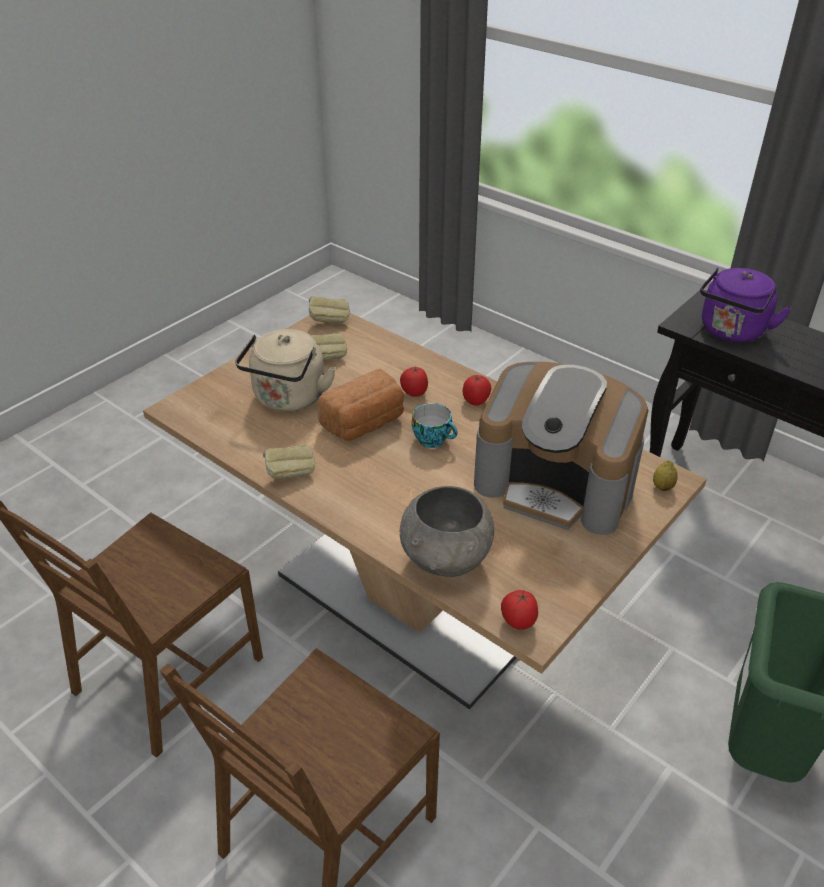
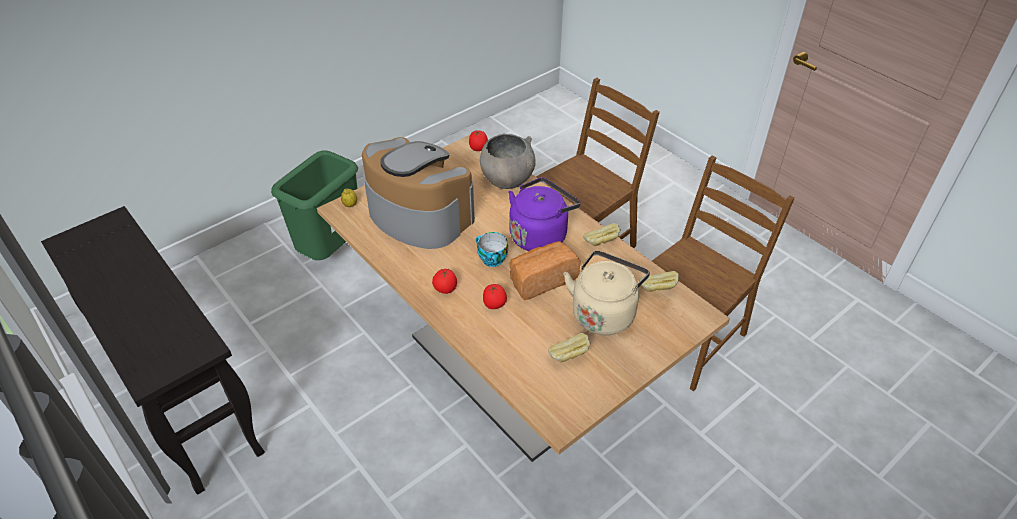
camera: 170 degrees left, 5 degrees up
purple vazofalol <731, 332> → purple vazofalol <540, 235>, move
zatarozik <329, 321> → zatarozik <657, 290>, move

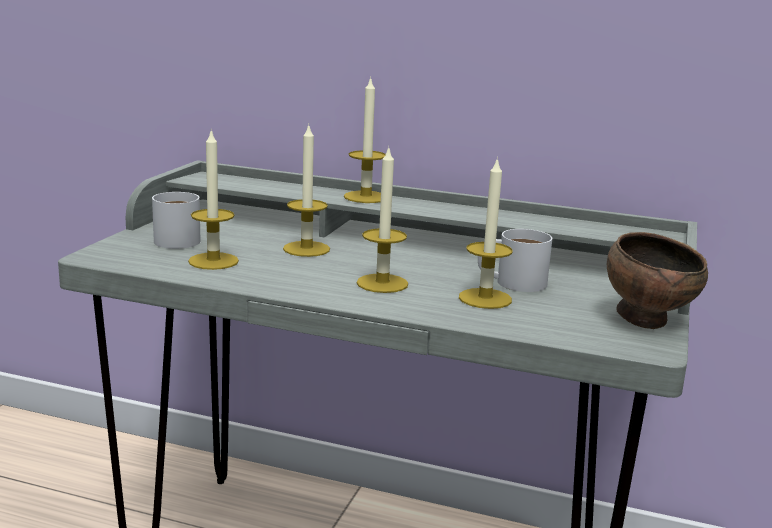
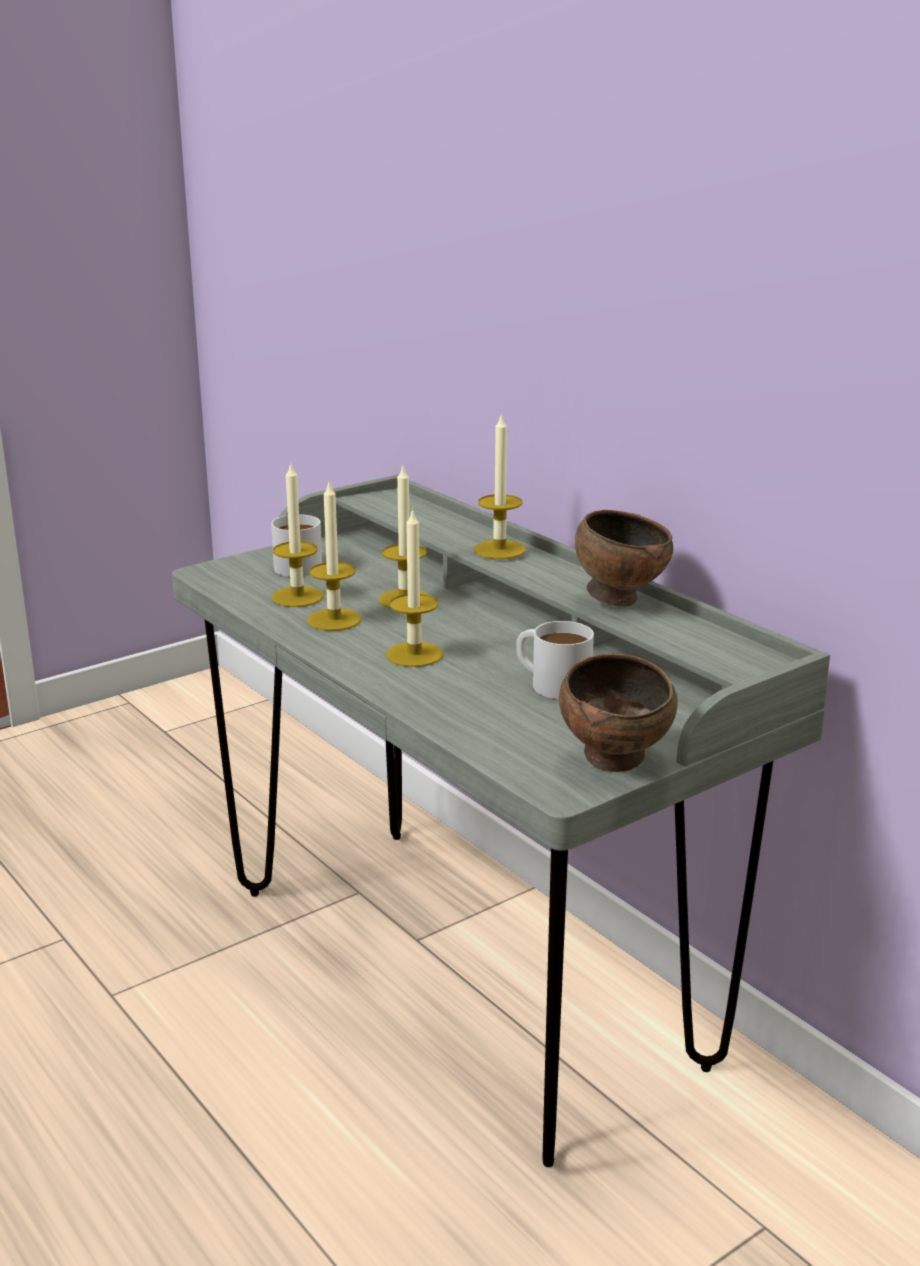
camera: 35 degrees right, 5 degrees up
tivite <485, 298> → tivite <334, 620>, move
- → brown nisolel <620, 599>

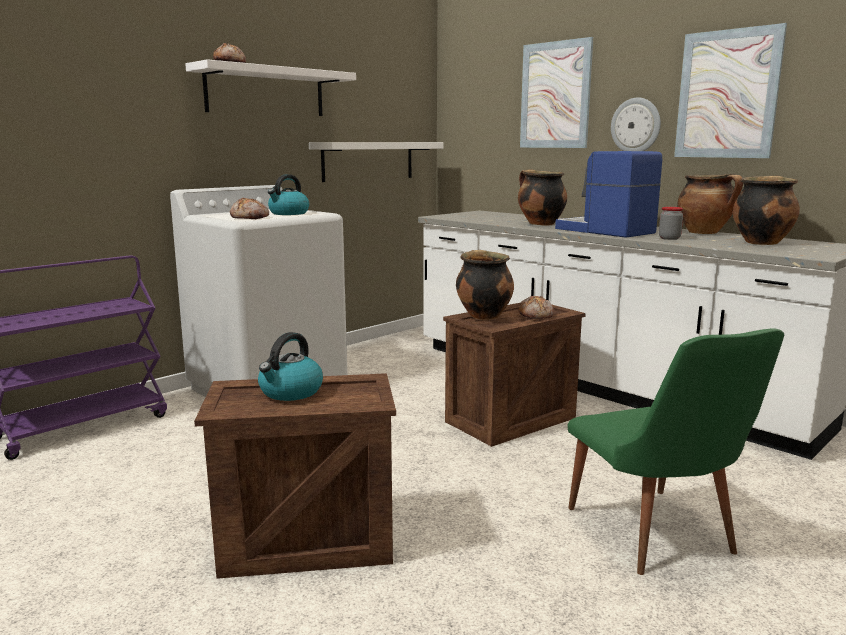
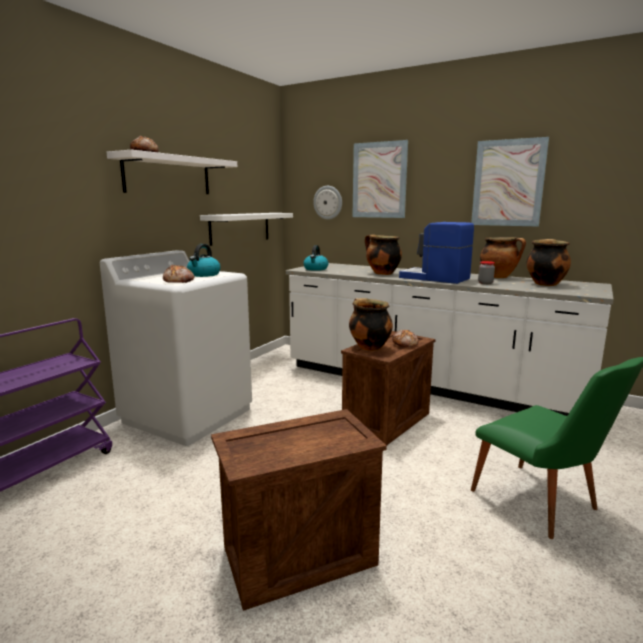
camera: 15 degrees left, 0 degrees up
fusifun <636, 125> → fusifun <328, 202>, move
vazofalol <290, 392> → vazofalol <315, 269>, move

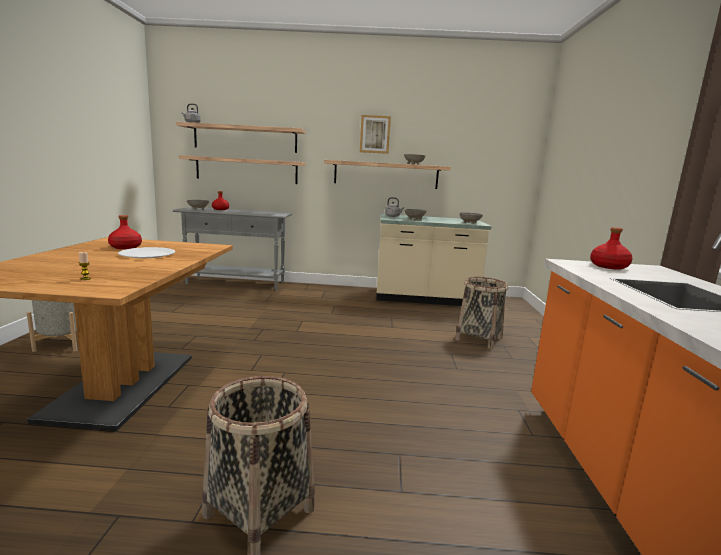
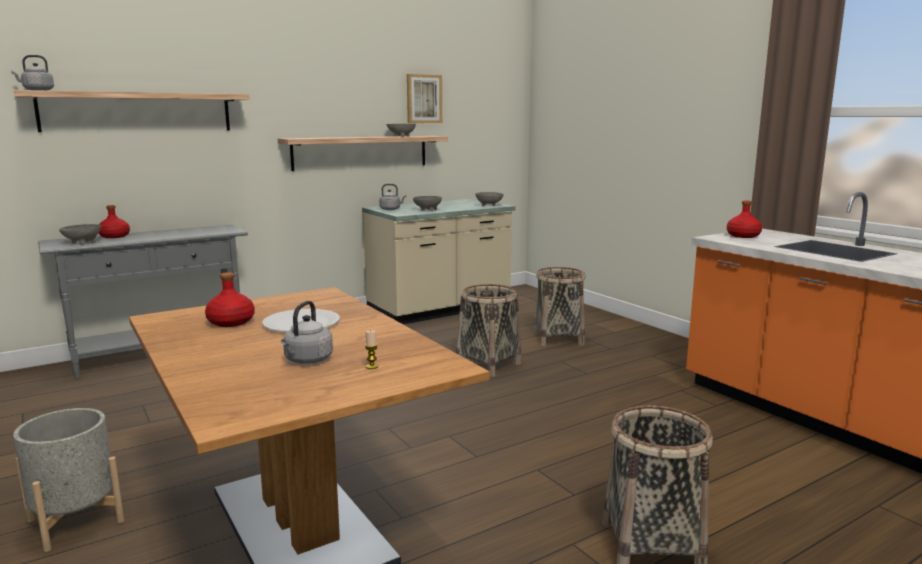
camera: 35 degrees left, 0 degrees up
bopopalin <375, 134> → bopopalin <424, 99>, move
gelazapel <246, 170> → -
- → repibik <488, 364>
- → grey vazofalol <307, 360>

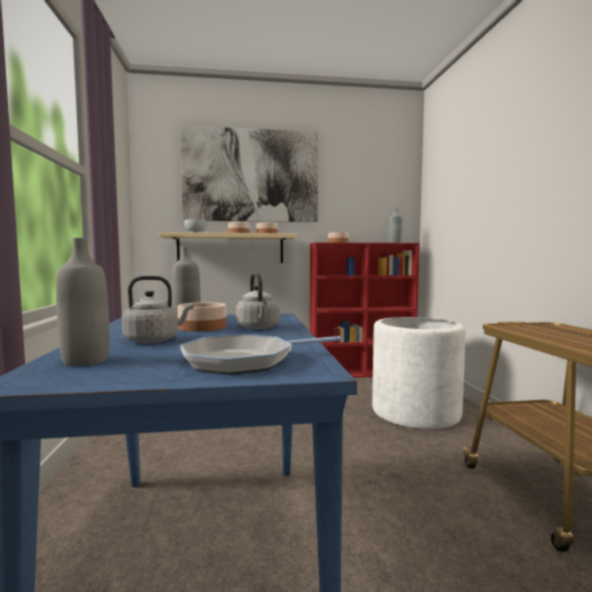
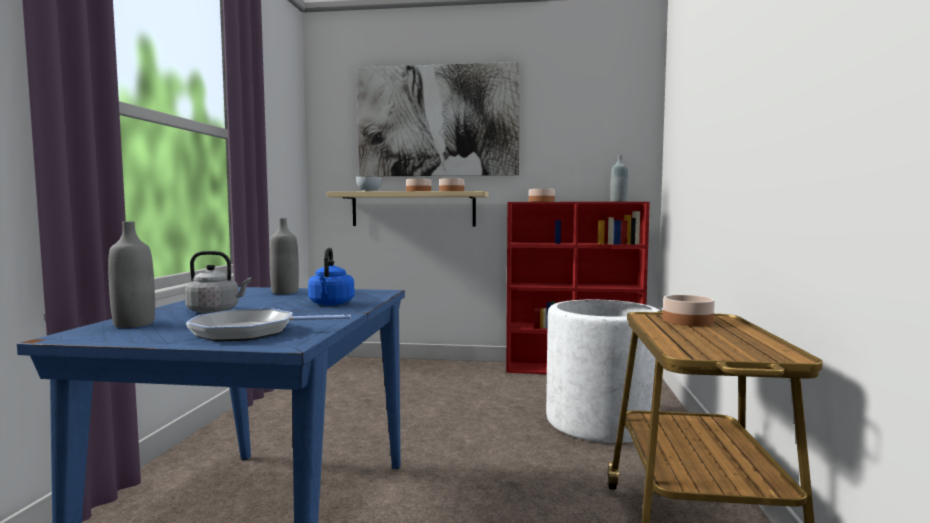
camera: 15 degrees right, 0 degrees up
grey vazofalol <258, 328> → blue vazofalol <331, 304>
nisolel <202, 327> → nisolel <687, 321>, move

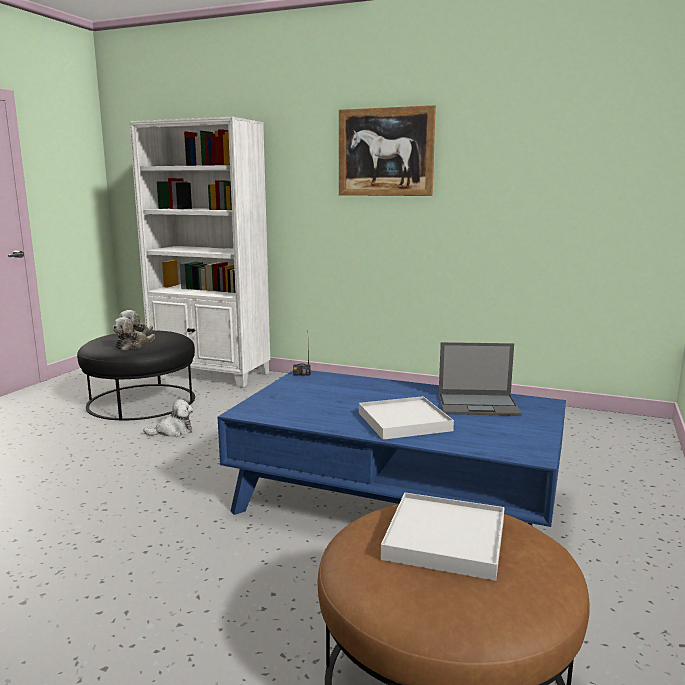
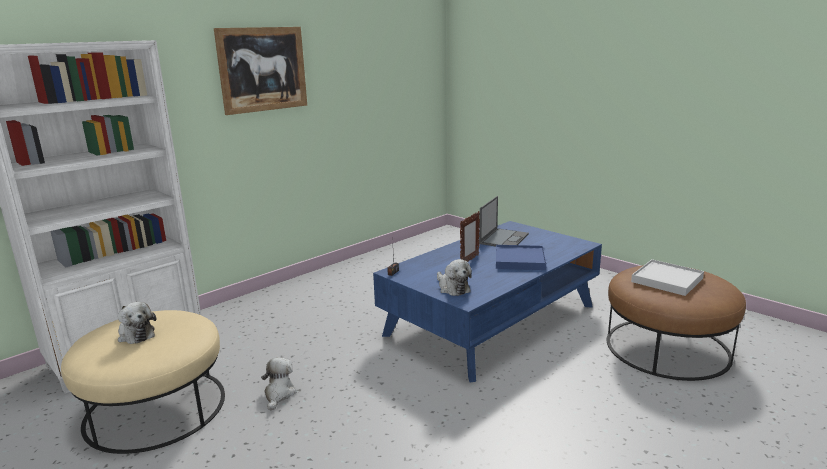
camera: 65 degrees left, 5 degrees up
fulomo <133, 345> → fulomo <452, 288>, move
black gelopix <142, 401> → beige gelopix <155, 408>
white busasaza <403, 421> → blue busasaza <519, 260>
- → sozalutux <469, 260>

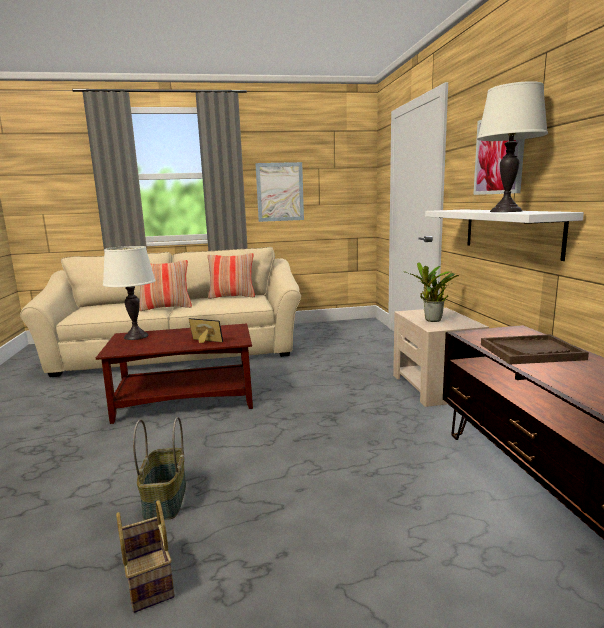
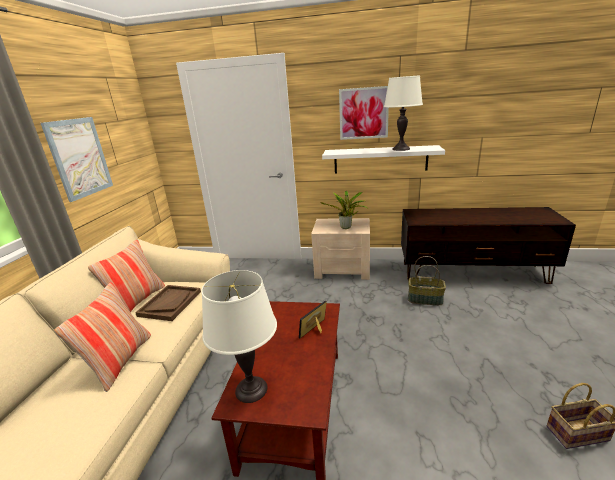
camera: 70 degrees left, 10 degrees up
brown busasaza <531, 352> → brown busasaza <170, 303>, move
repibik <166, 500> → repibik <425, 299>, move

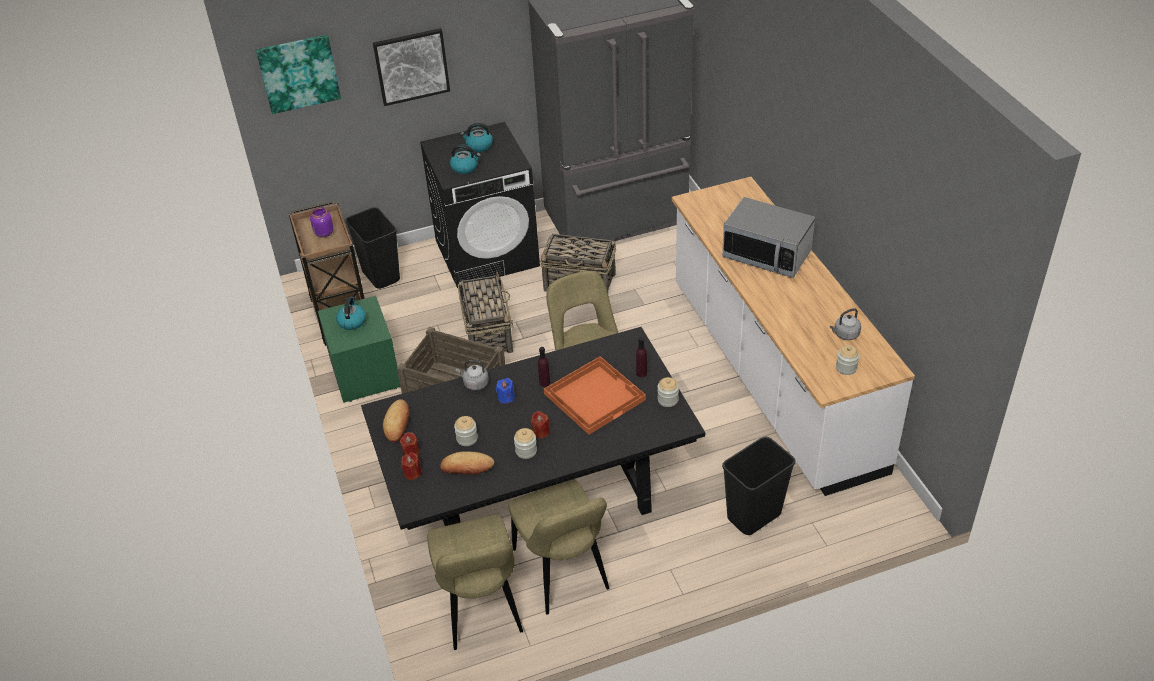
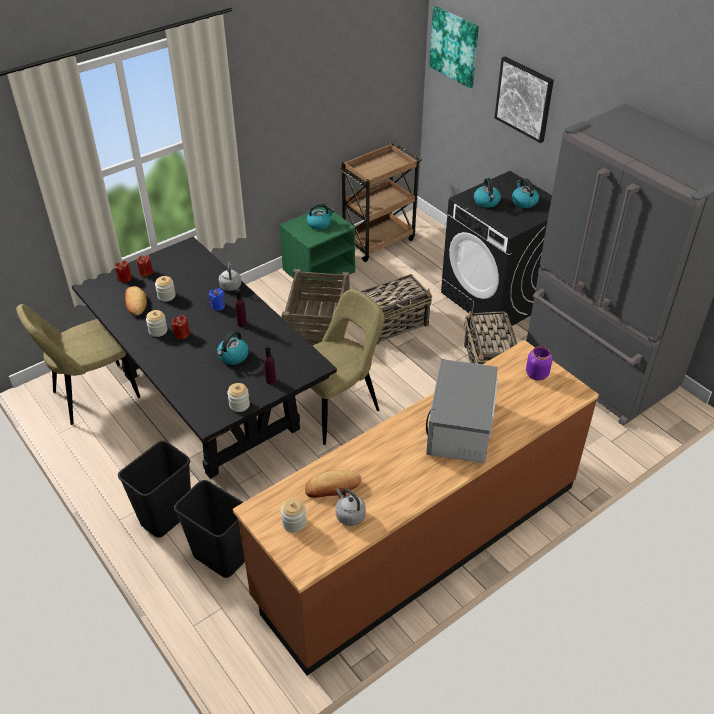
camera: 70 degrees right, 0 degrees up
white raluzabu <773, 376> → brown raluzabu <419, 541>
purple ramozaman <323, 233> → purple ramozaman <536, 374>, move
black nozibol <380, 276> → black nozibol <166, 516>, move
orange busasaza <594, 396> → vazofalol <233, 356>
zatarozik <397, 423> → zatarozik <332, 487>, move
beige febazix <563, 573> → -

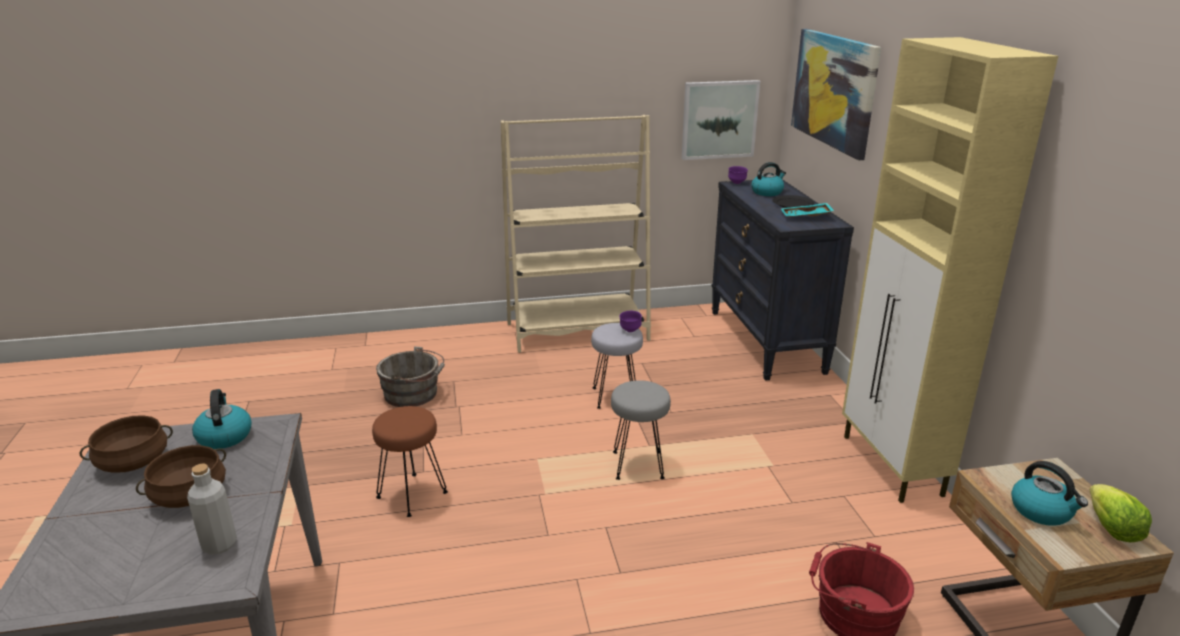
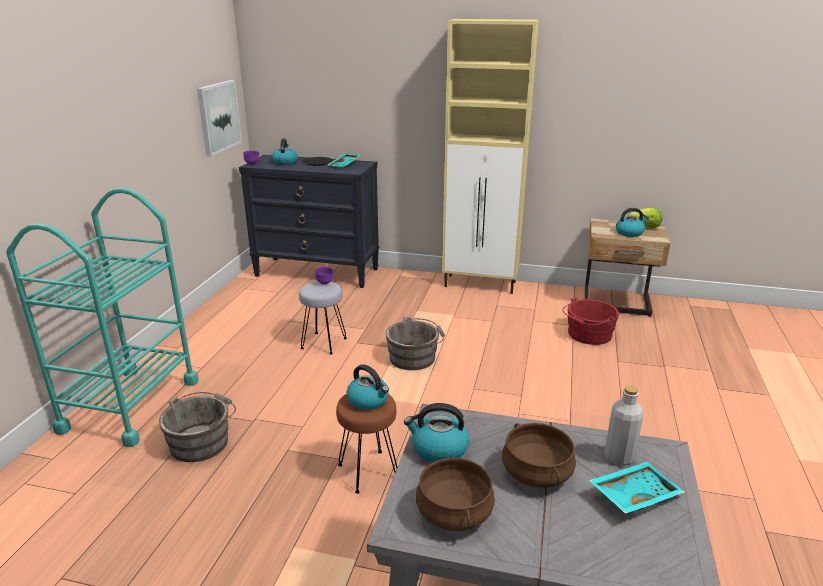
camera: 65 degrees left, 0 degrees up
bopopalin <834, 90> → -
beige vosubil <577, 332> → -
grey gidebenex <638, 464> → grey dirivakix <415, 357>
- → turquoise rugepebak <130, 405>
- → vazofalol <368, 400>
- → turquoise busasaza <633, 495>

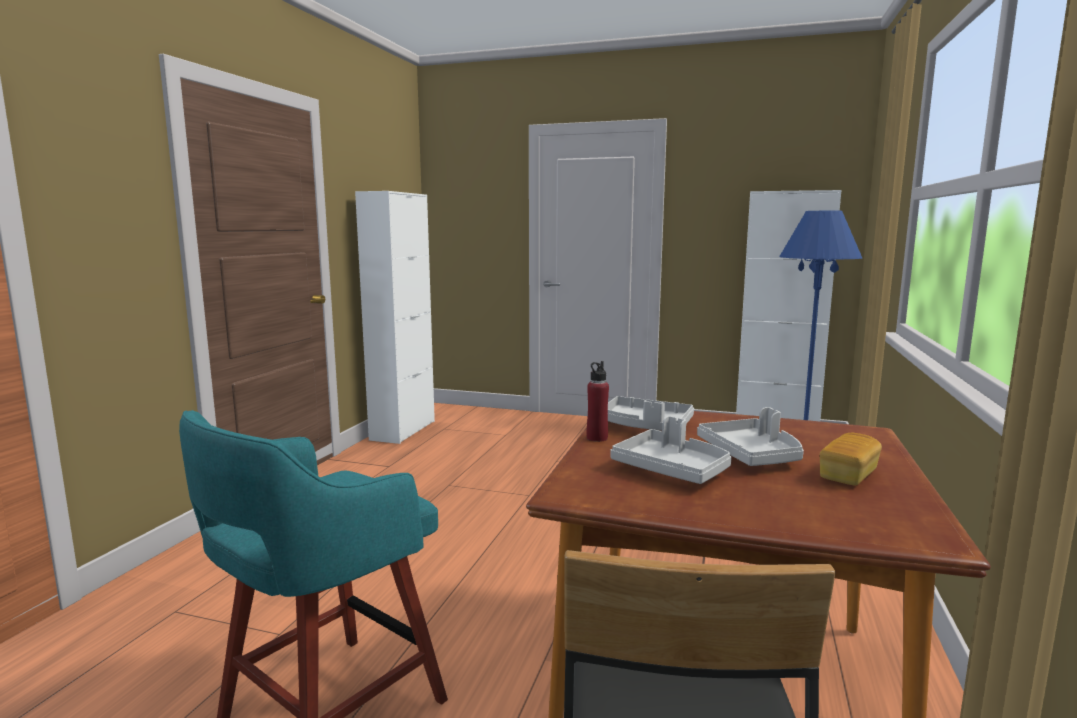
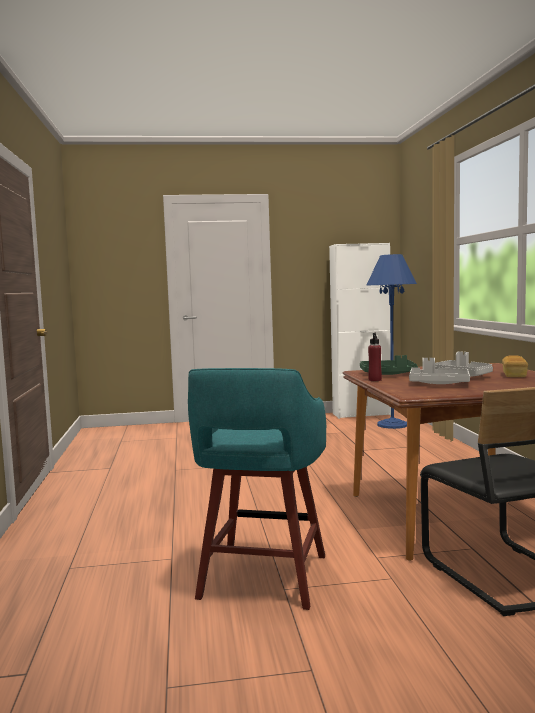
camera: 25 degrees left, 5 degrees down
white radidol <403, 430> → -
grey busasaza <646, 426> → green busasaza <388, 374>

